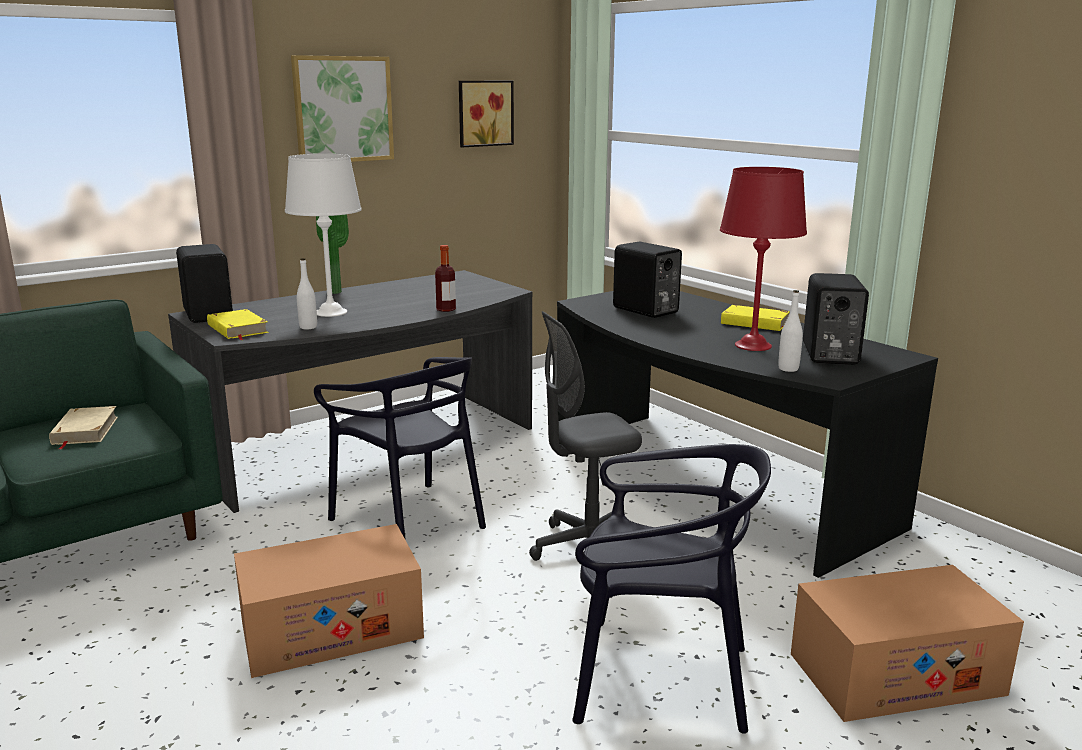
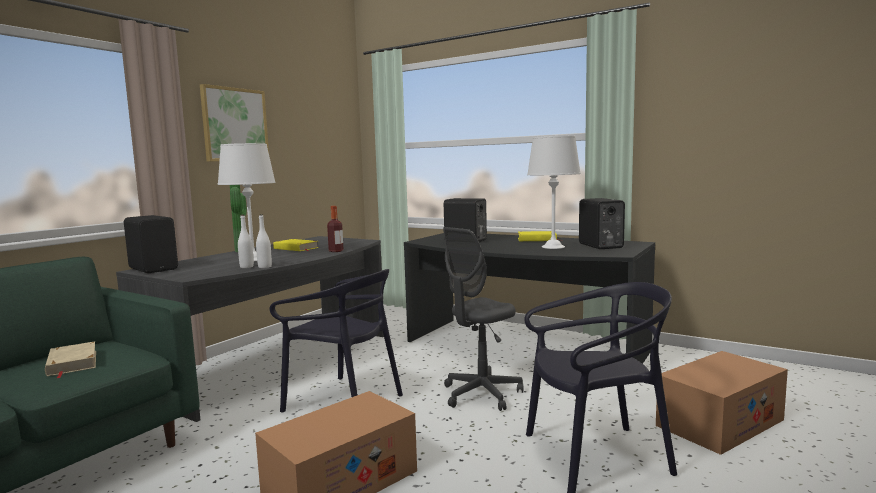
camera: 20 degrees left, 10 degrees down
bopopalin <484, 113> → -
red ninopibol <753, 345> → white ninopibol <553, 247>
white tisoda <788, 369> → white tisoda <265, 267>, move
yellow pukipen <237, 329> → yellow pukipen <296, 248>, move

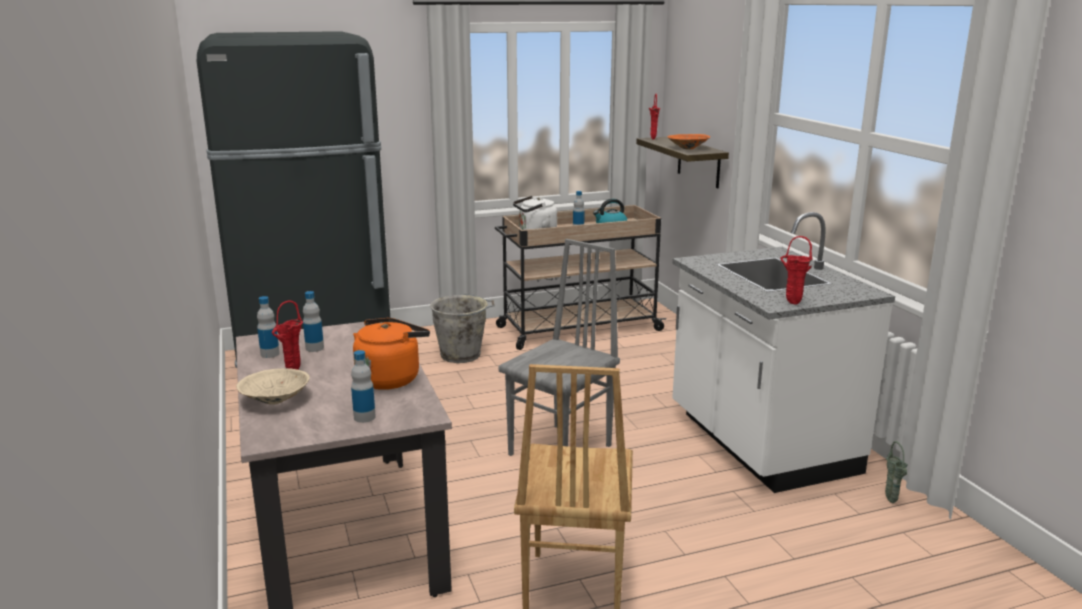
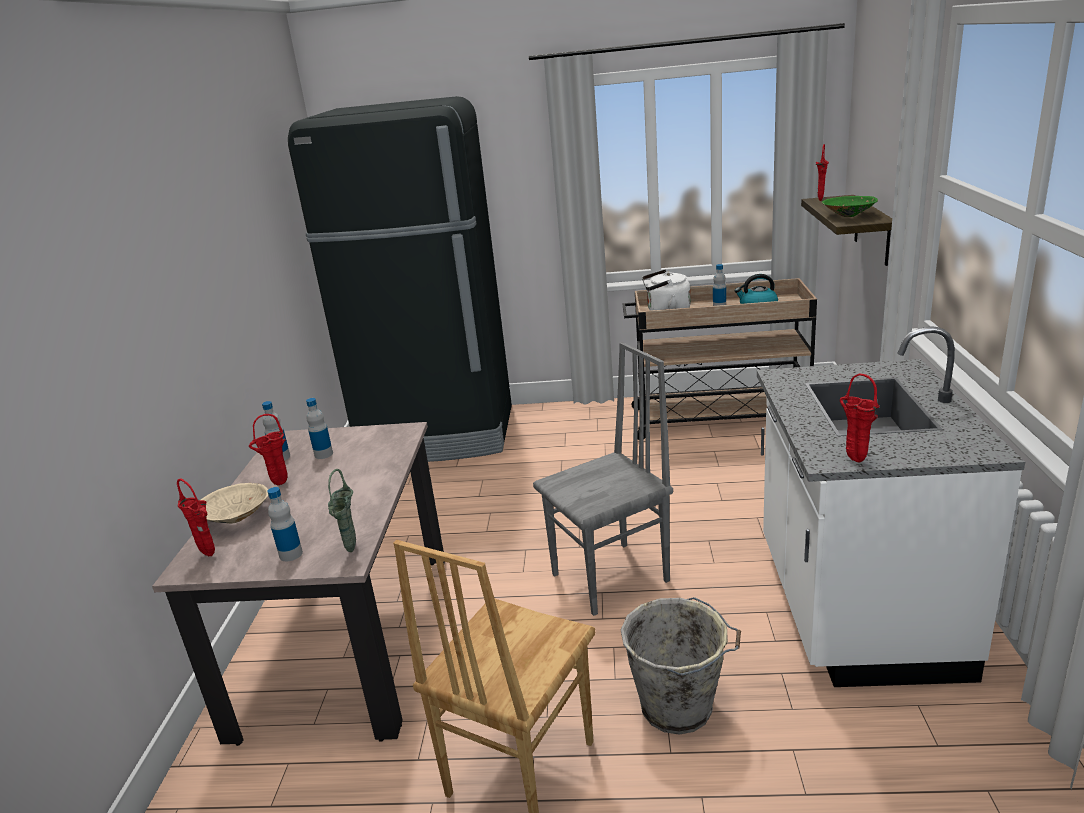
camera: 25 degrees right, 5 degrees up
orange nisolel <687, 148> → green nisolel <847, 215>
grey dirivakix <462, 355> → grey dirivakix <679, 707>, move
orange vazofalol <390, 378> → -
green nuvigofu <891, 502> → green nuvigofu <351, 551>, move
- → red nuvigofu <210, 556>

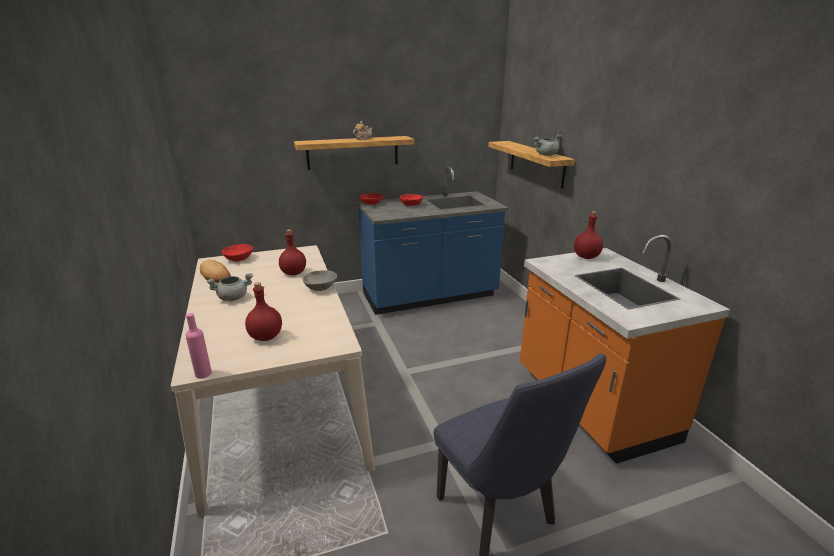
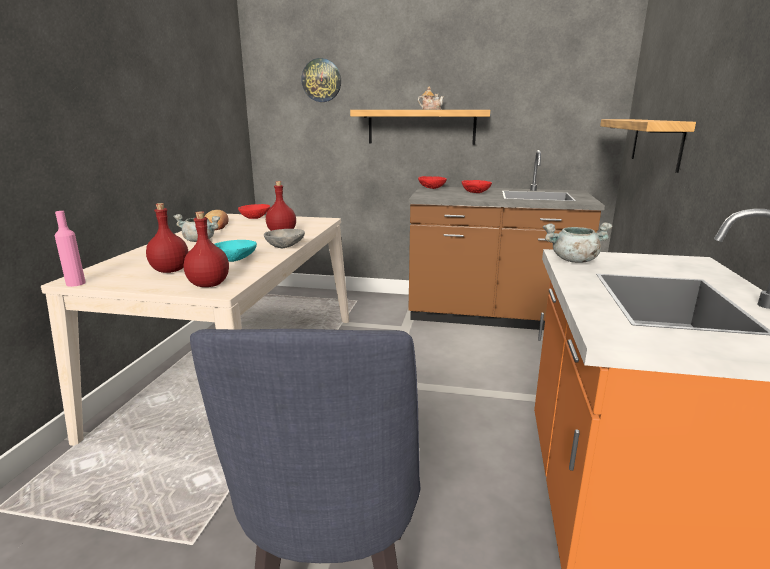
camera: 30 degrees right, 5 degrees down
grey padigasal <546, 155> → grey padigasal <573, 260>, move
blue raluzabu <430, 296> → brown raluzabu <491, 316>
red tisoda <586, 257> → red tisoda <209, 284>, move
- → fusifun <321, 80>
- → turquoise nisolel <236, 260>

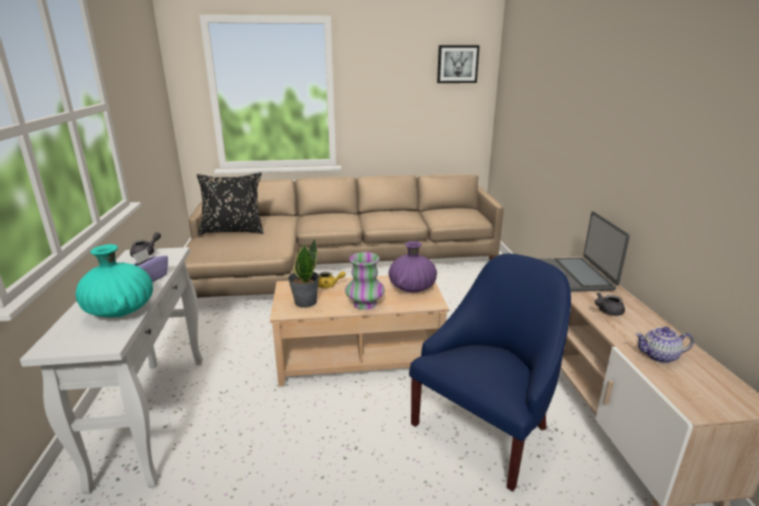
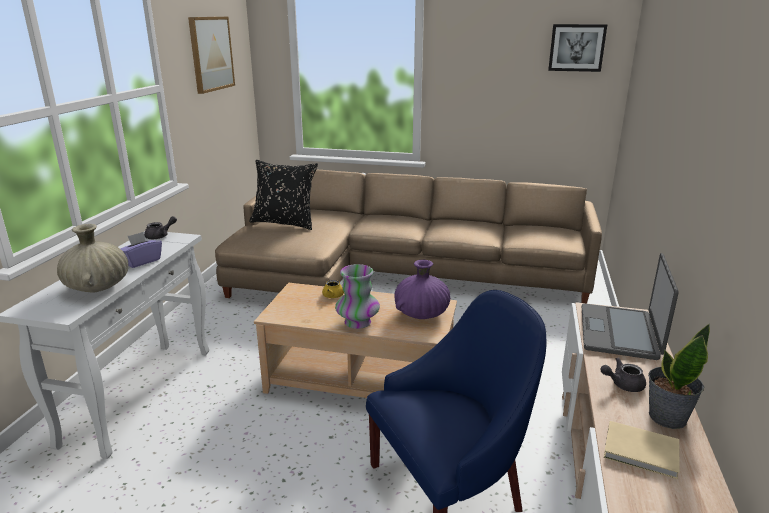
camera: 20 degrees right, 0 degrees up
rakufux <305, 302> → rakufux <666, 417>, move
turquoise nuvigofu <120, 311> → beige nuvigofu <97, 287>
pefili <659, 356> → beige pukipen <643, 453>
- → bopopalin <211, 53>

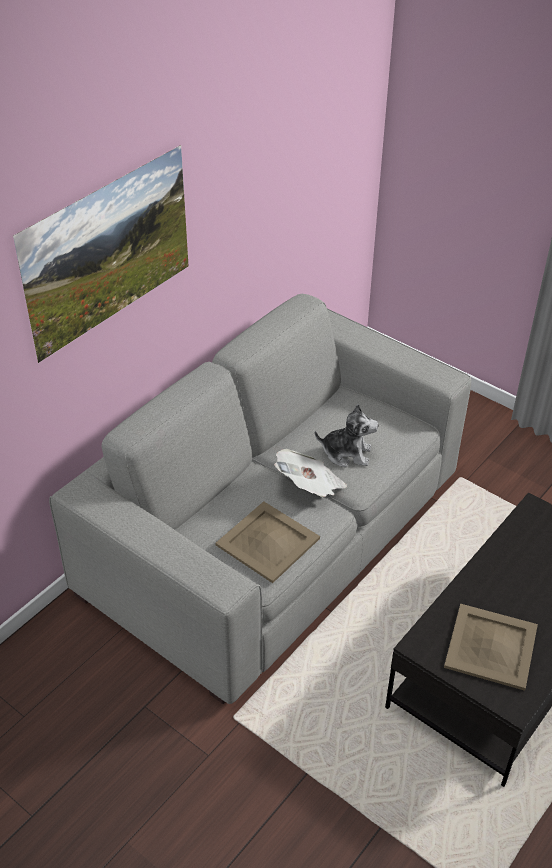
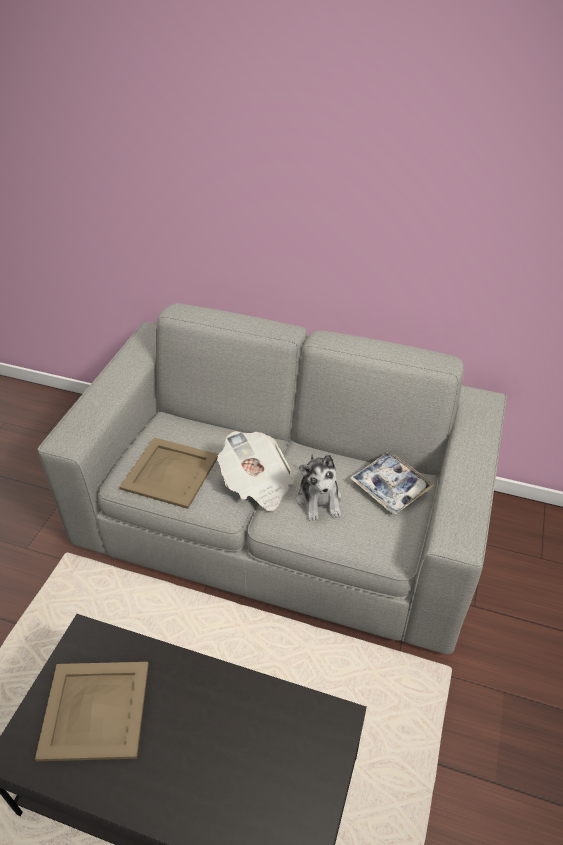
camera: 70 degrees right, 0 degrees up
bopopalin <114, 282> → -
- → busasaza <390, 487>

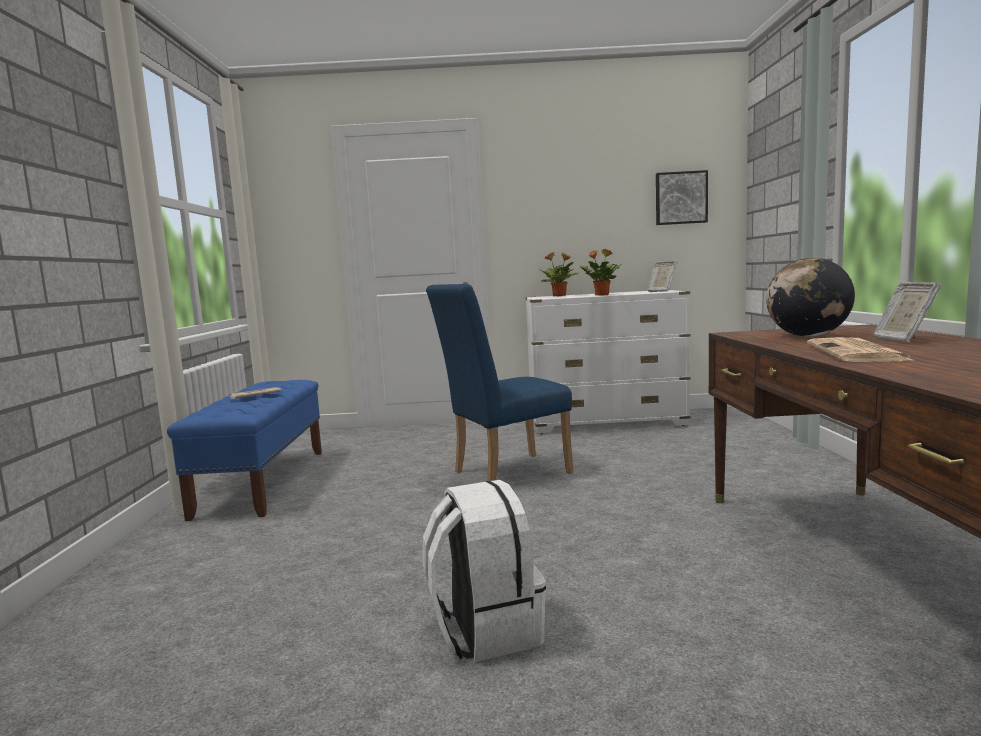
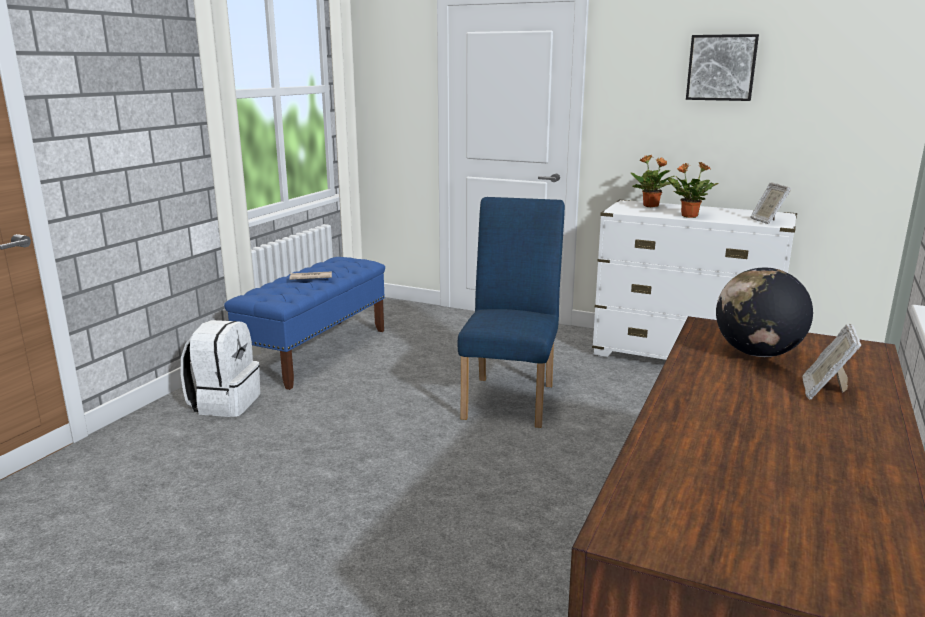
camera: 25 degrees right, 10 degrees up
bopopalin <680, 198> → bopopalin <721, 67>, move
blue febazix <504, 473> → blue febazix <511, 397>, 105 degrees clockwise
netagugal <857, 352> → -
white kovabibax <485, 629> → white kovabibax <225, 403>, move

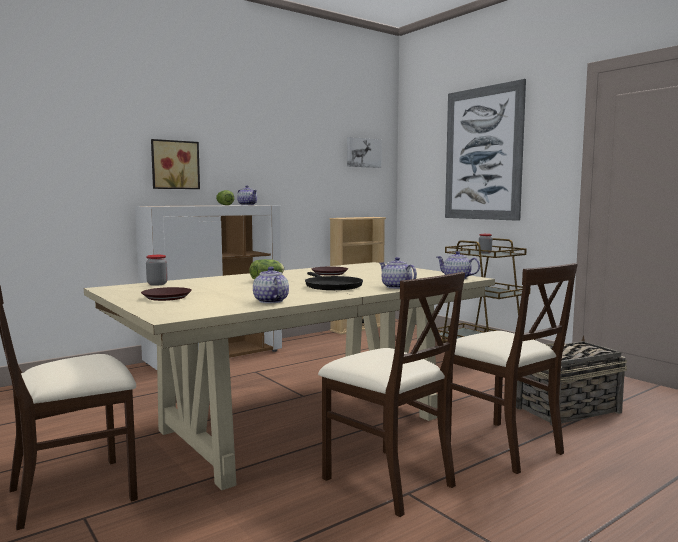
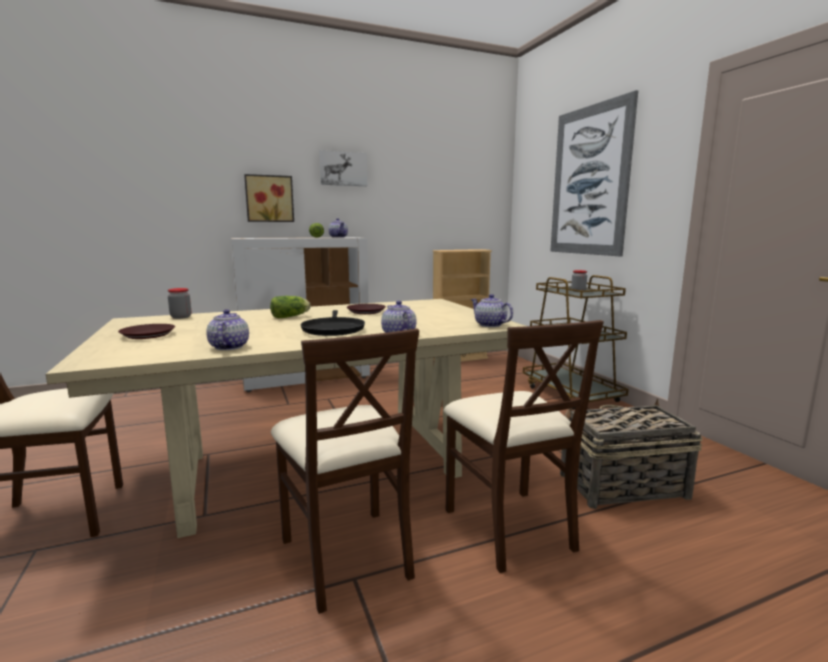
camera: 15 degrees right, 5 degrees up
bopopalin <363, 153> → bopopalin <343, 169>, move

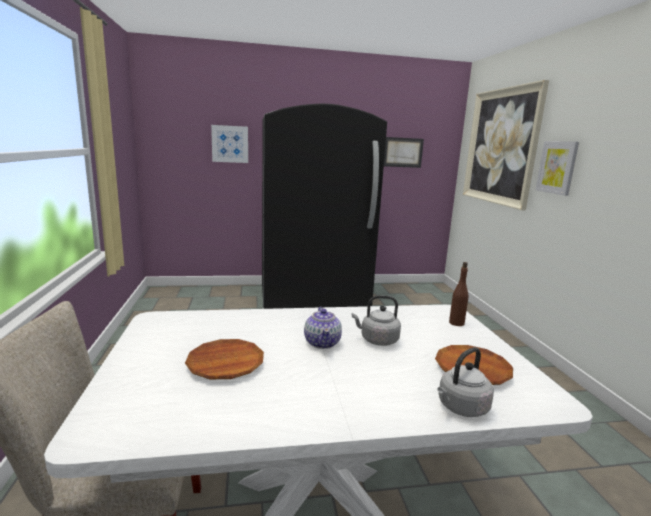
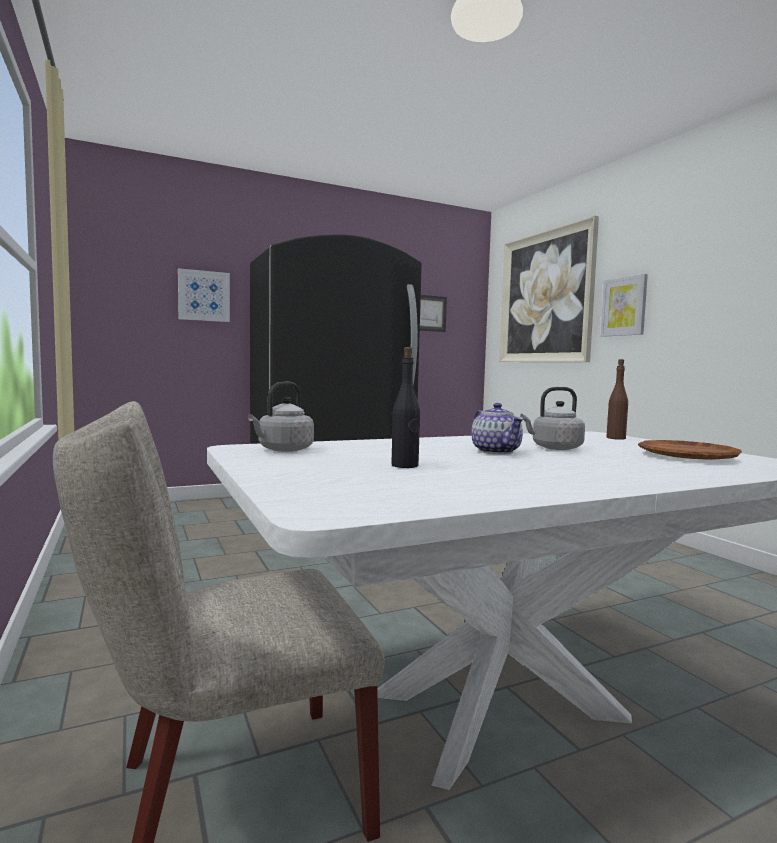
camera: 15 degrees left, 10 degrees down
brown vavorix <225, 364> → black tisoda <405, 465>
grey vazofalol <461, 408> → grey vazofalol <283, 450>, move

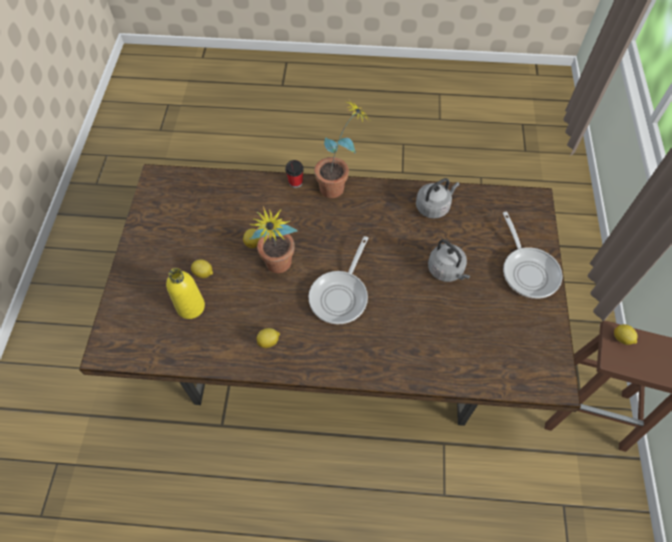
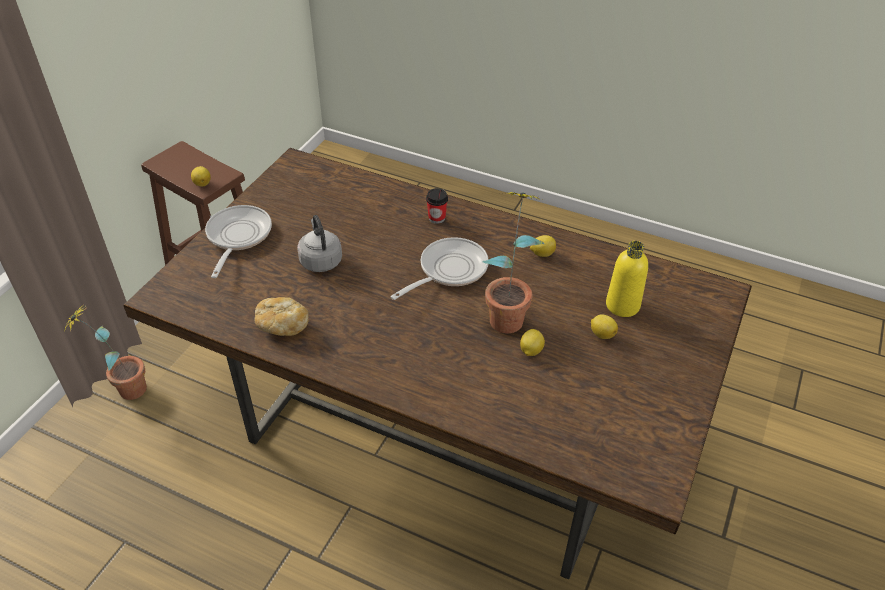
camera: 160 degrees left, 15 degrees down
rakufux <339, 186> → rakufux <124, 389>, move
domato <295, 182> → domato <437, 218>, move
grey vazofalol <434, 206> → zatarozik <282, 325>

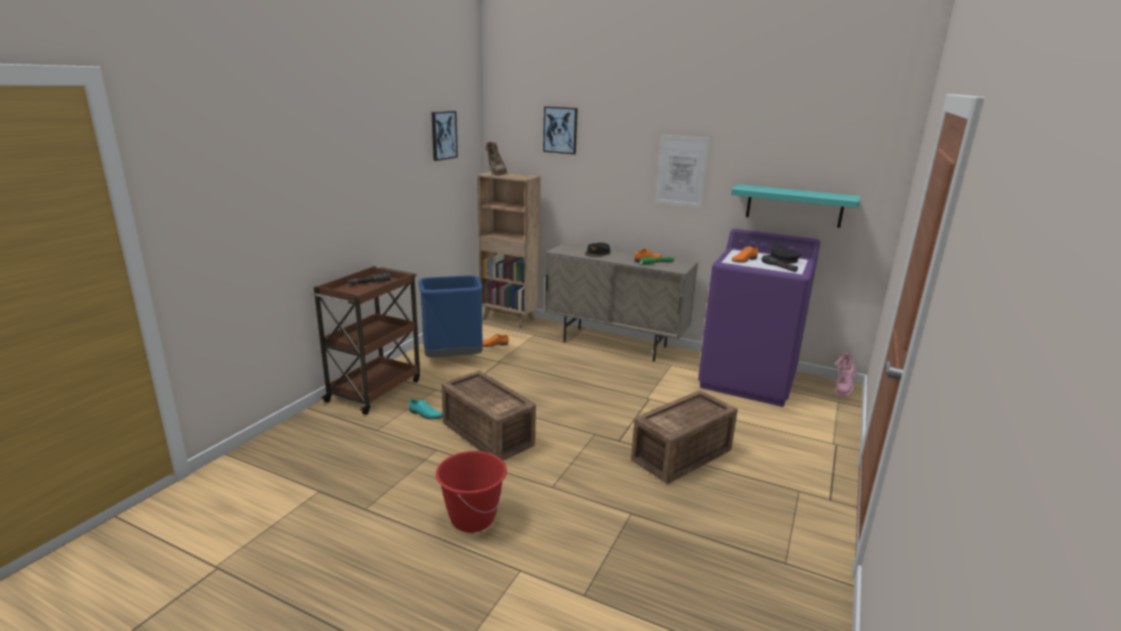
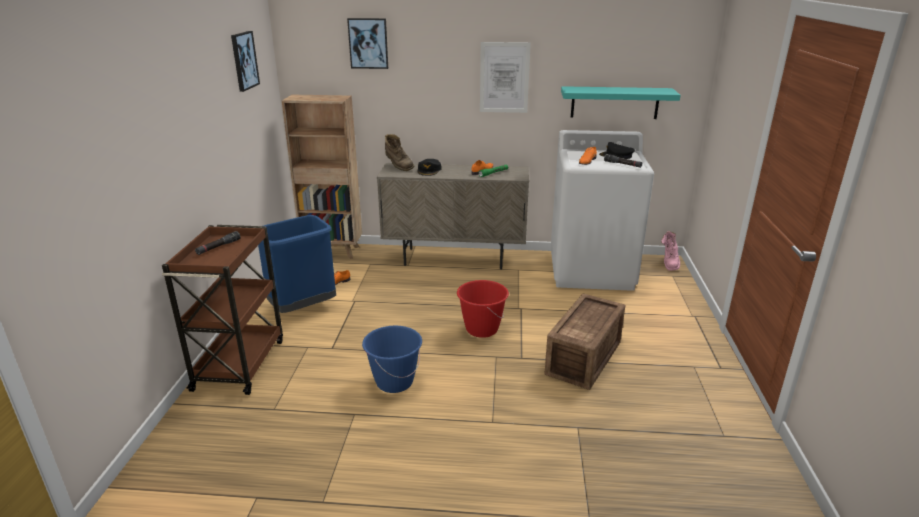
camera: 20 degrees left, 5 degrees up
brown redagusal <496, 173> → brown redagusal <398, 167>, move
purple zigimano <748, 380> → white zigimano <592, 270>
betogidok <488, 433> → blue dirivakix <394, 382>
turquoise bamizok <425, 414> → -
red dirivakix <472, 518> → red dirivakix <481, 329>, move

